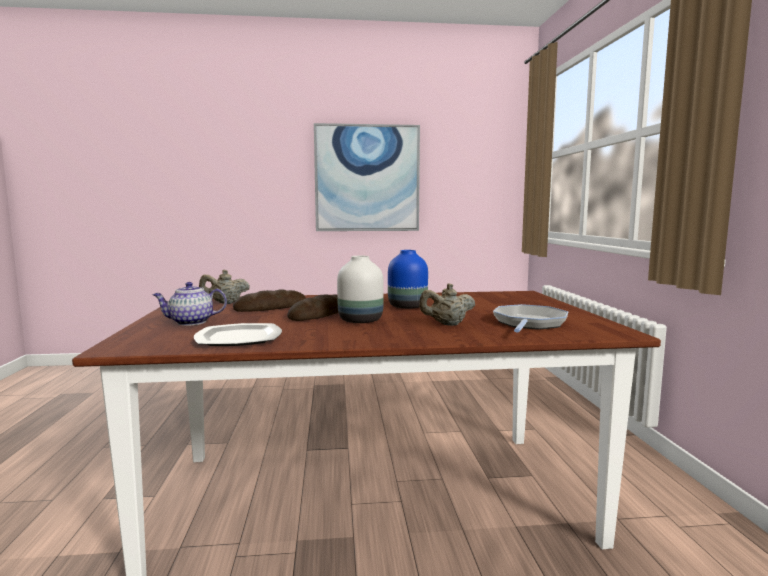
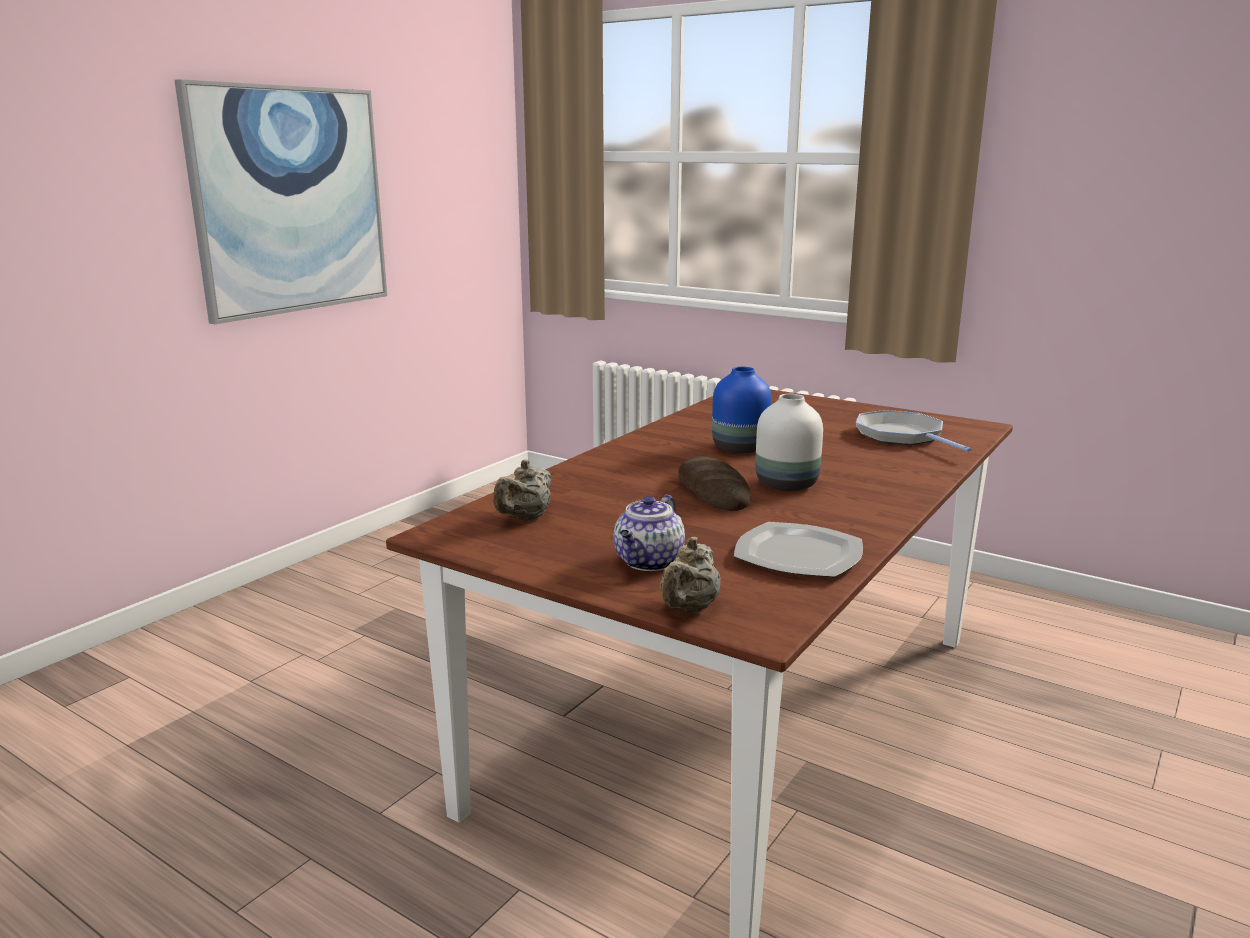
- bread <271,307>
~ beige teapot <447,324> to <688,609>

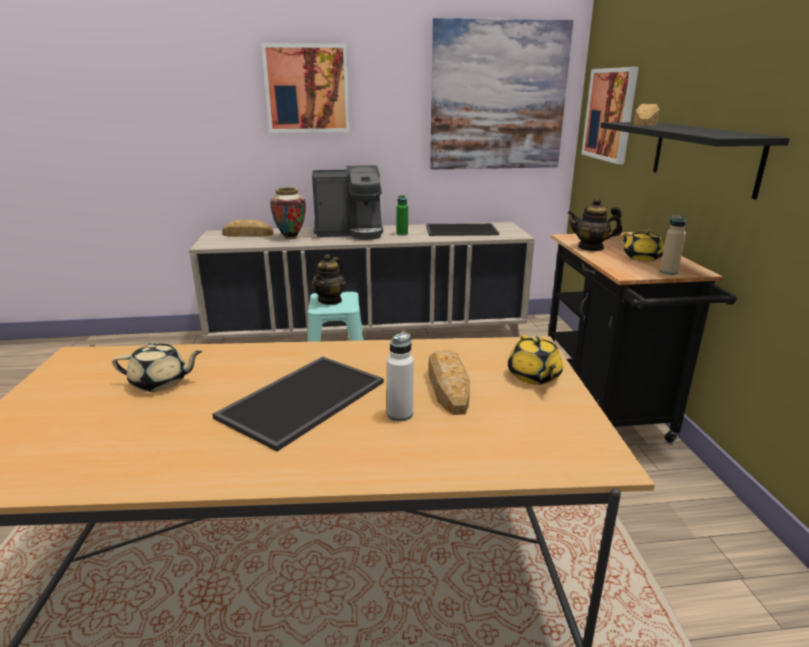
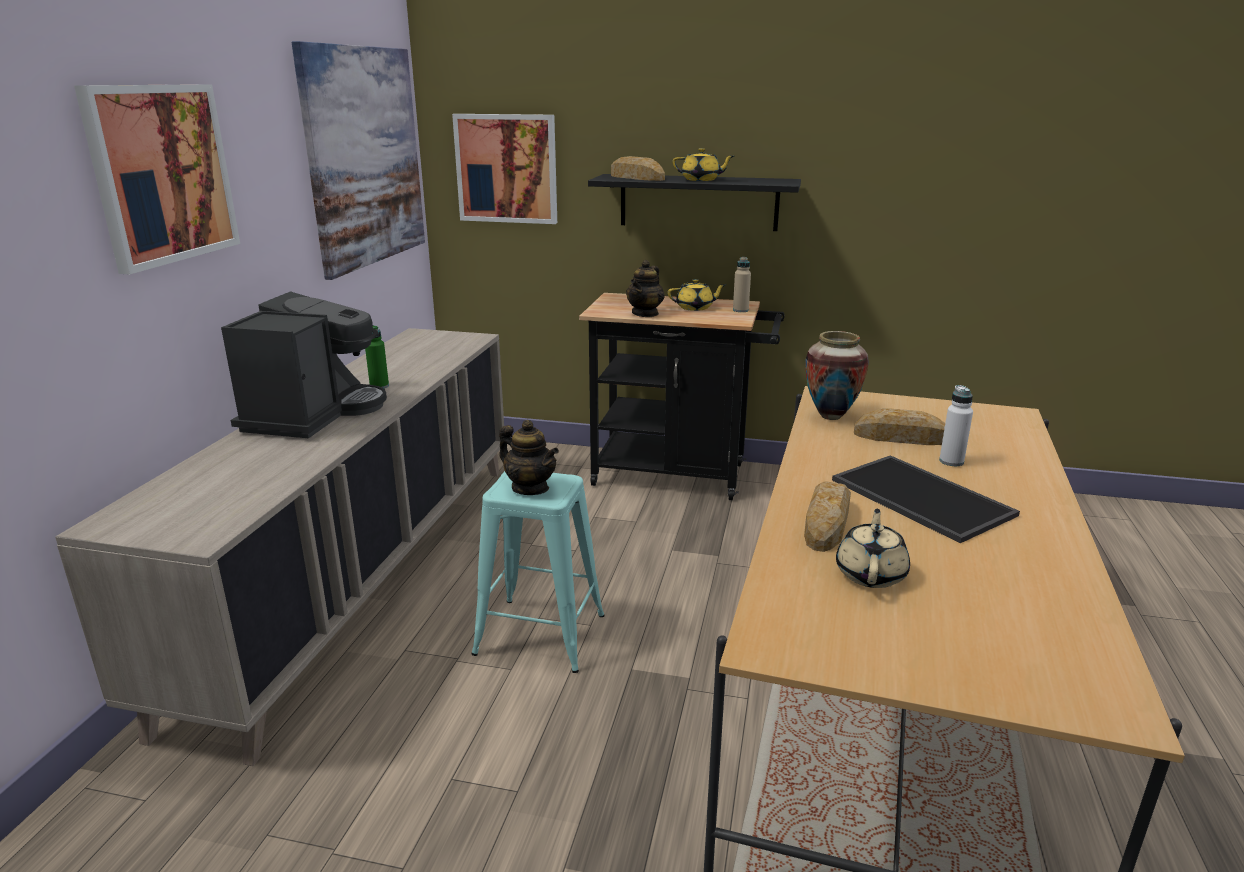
~ bread <248,234> to <827,522>
~ vase <290,237> to <830,416>
- tray <462,230>
~ yellow teapot <534,376> to <701,180>

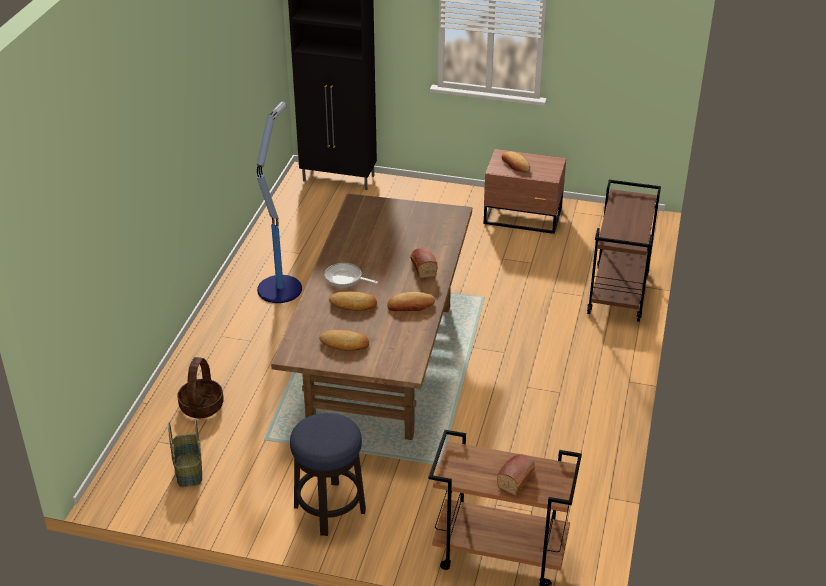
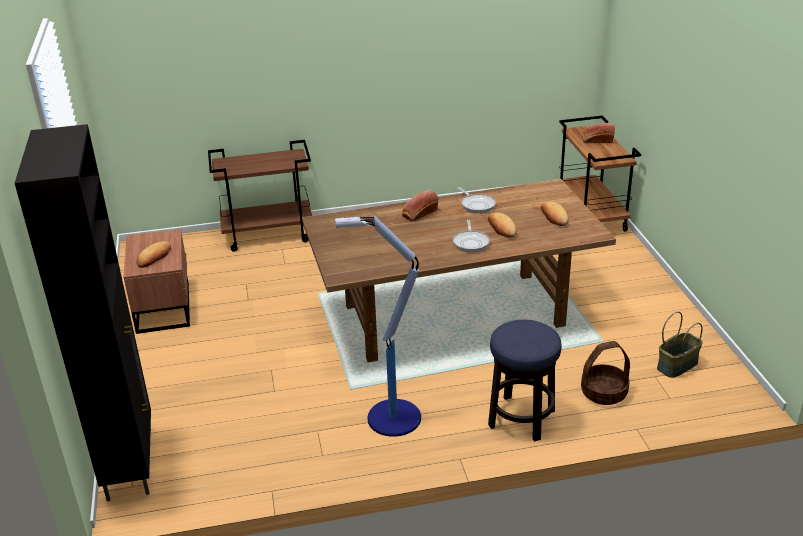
~ stool <329,509> to <521,418>
~ bread <410,305> to frying pan <477,205>

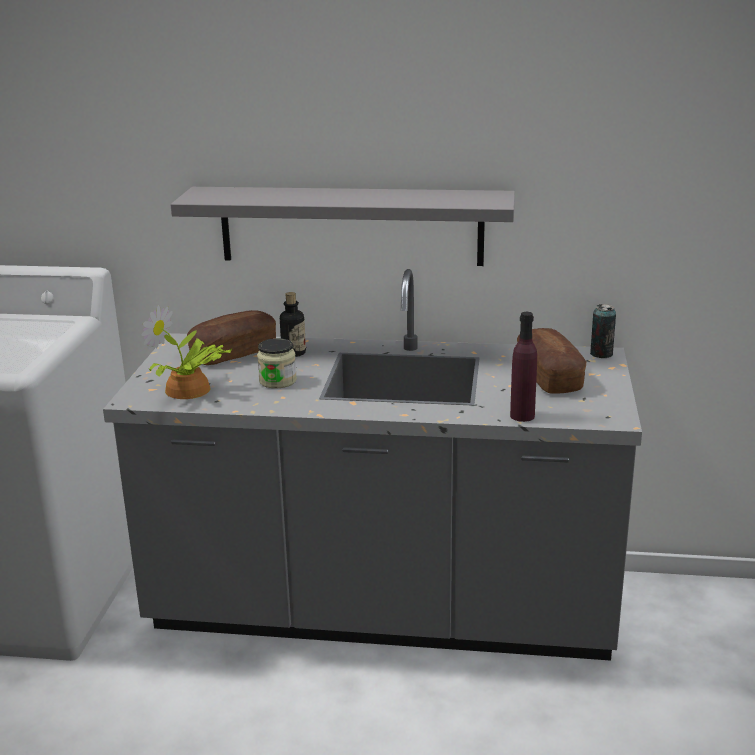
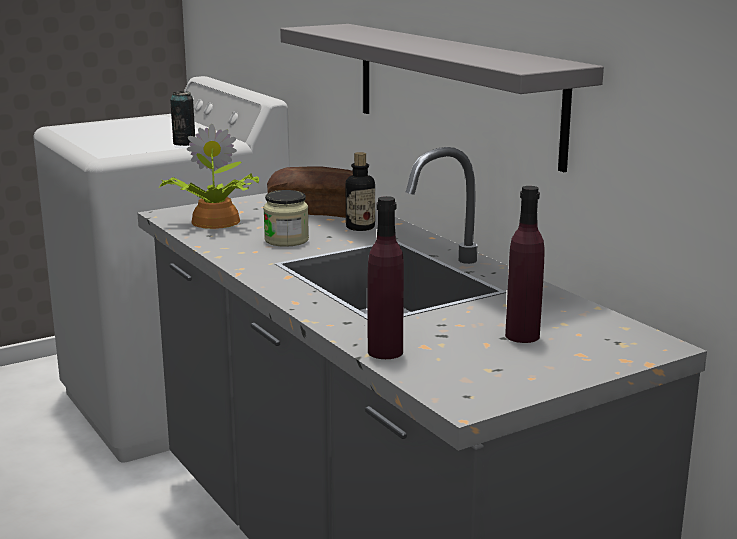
~ bread <549,377> to purple bottle <522,336>
~ can <601,354> to <184,143>

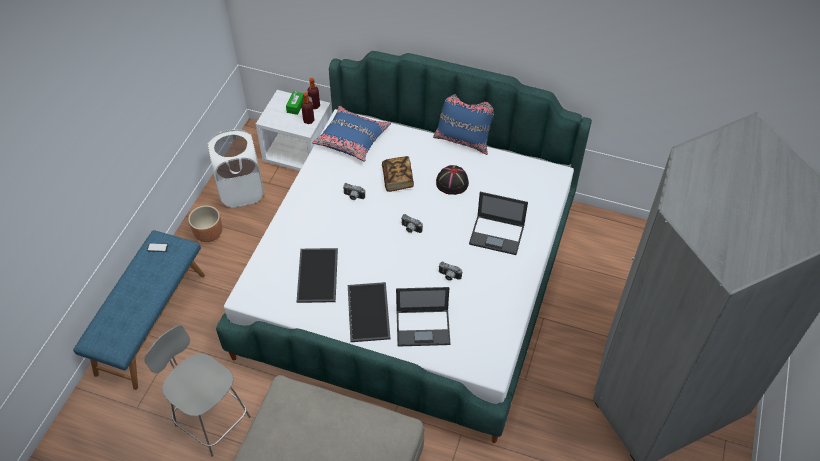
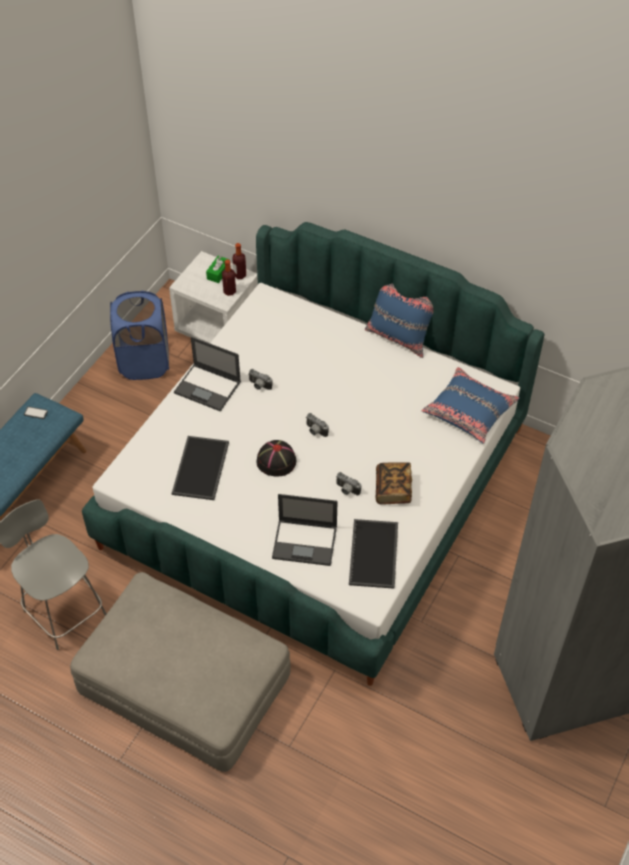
- brown planter <208,233>
~ white laundry basket <241,191> to blue laundry basket <145,362>
~ blue pillow <352,139> to <469,411>
~ tray <369,312> to <375,554>
~ book <397,179> to <393,489>
~ black hat <452,183> to <276,461>
~ laptop <497,235> to <208,387>

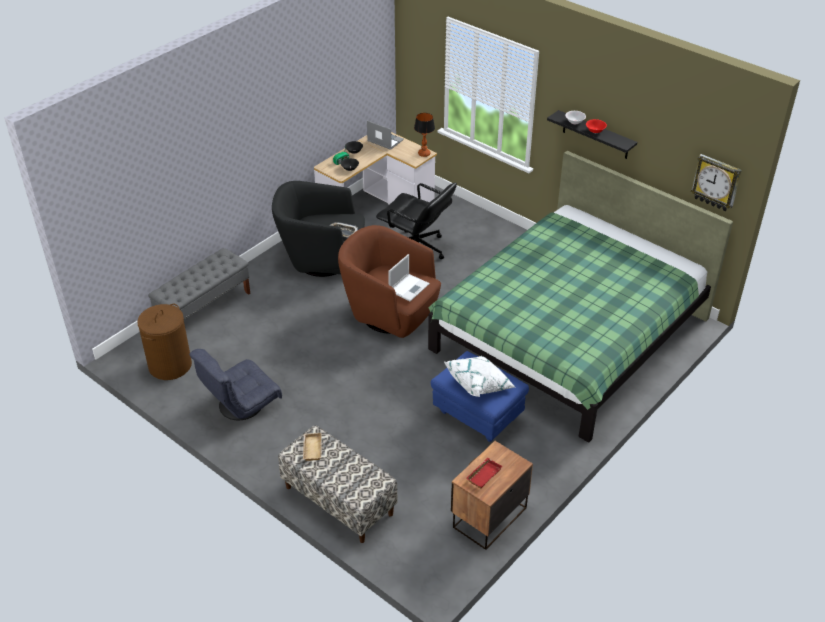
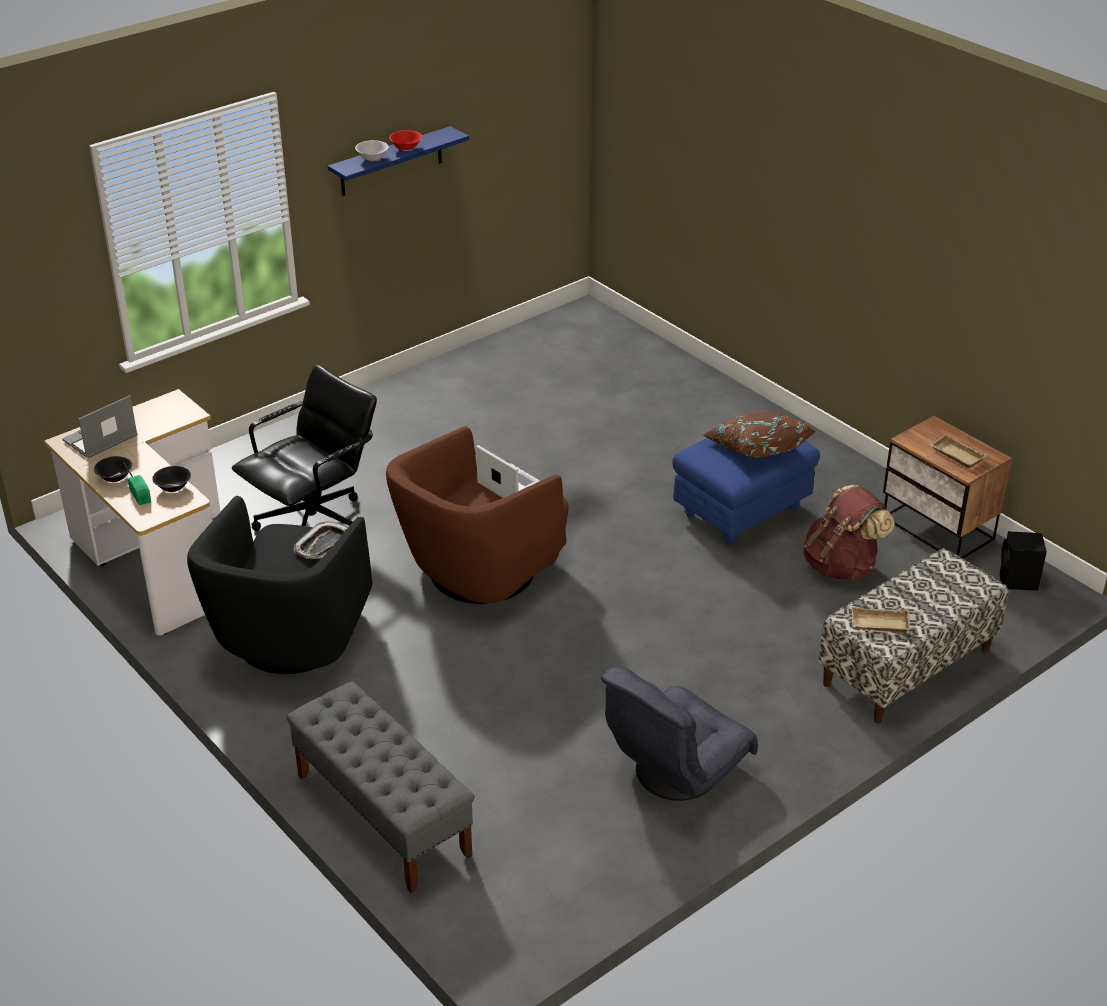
- brown laundry basket <170,365>
~ grey armchair <240,404> = <675,771> 75 degrees clockwise
- table lamp <424,154>
- green bed <569,334>
~ white pillow <479,384> to brown pillow <756,449>
~ red tray <483,474> to beige tray <955,455>
~ black shelf <595,135> to blue shelf <391,162>
- wall clock <716,182>
+ brown backpack <841,566>
+ black speaker <1018,581>

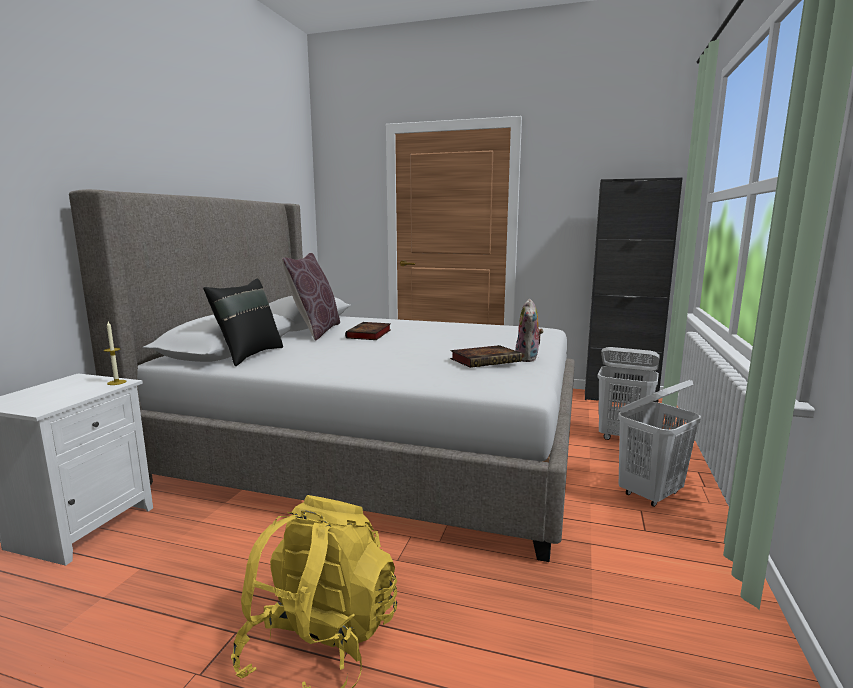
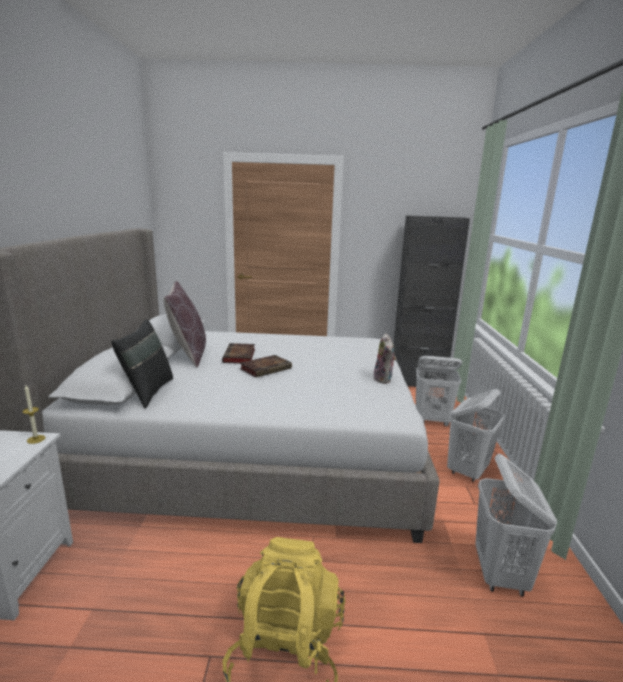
~ book <486,360> to <266,368>
+ white laundry basket <500,574>

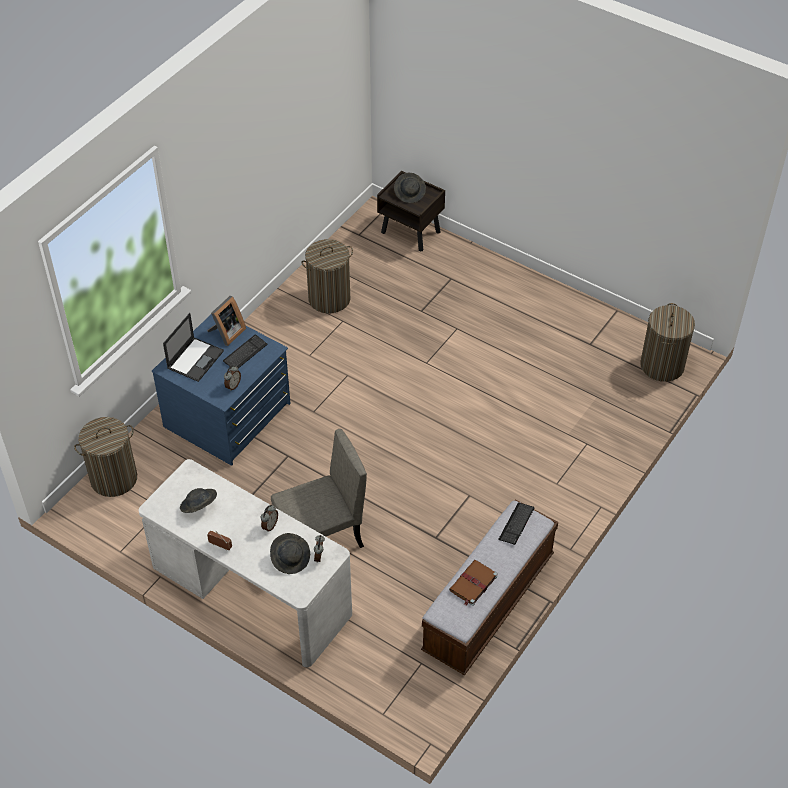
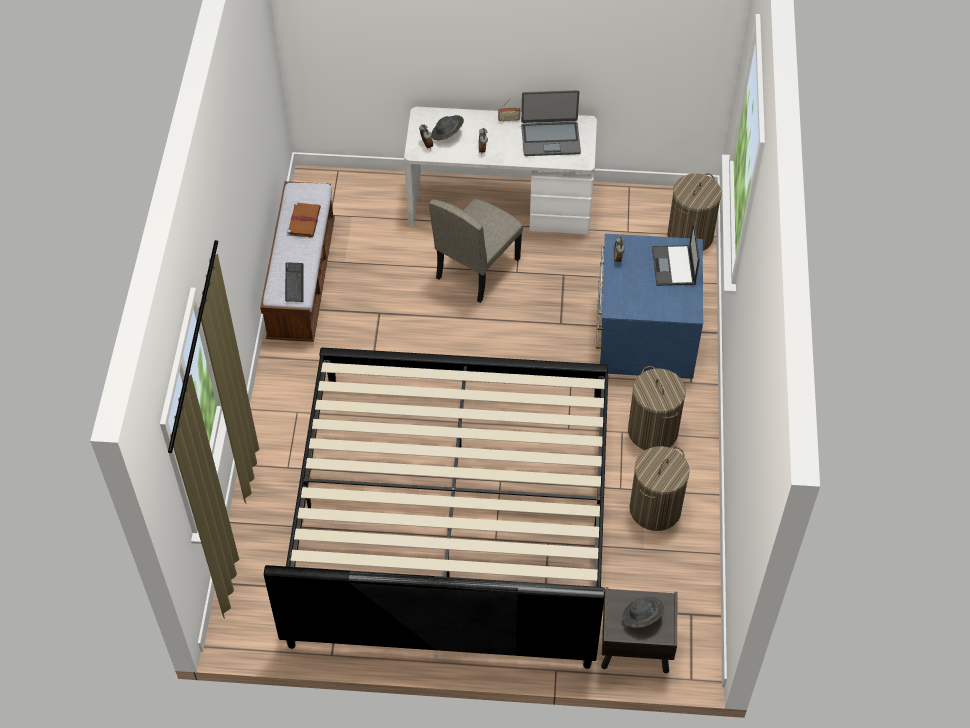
~ grey hat <199,506> to laptop <550,138>
- picture frame <226,333>
- keyboard <245,353>
~ laundry basket <662,365> to <653,431>
+ bed <451,517>

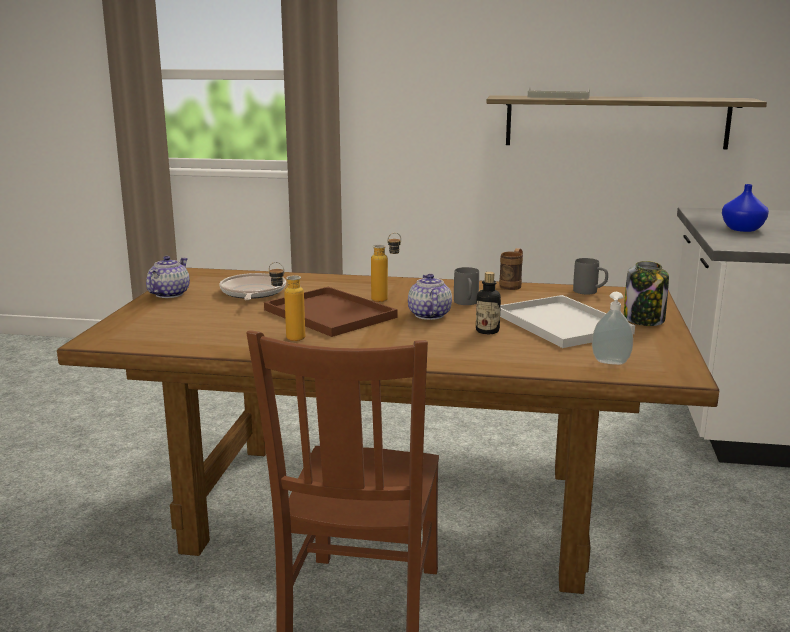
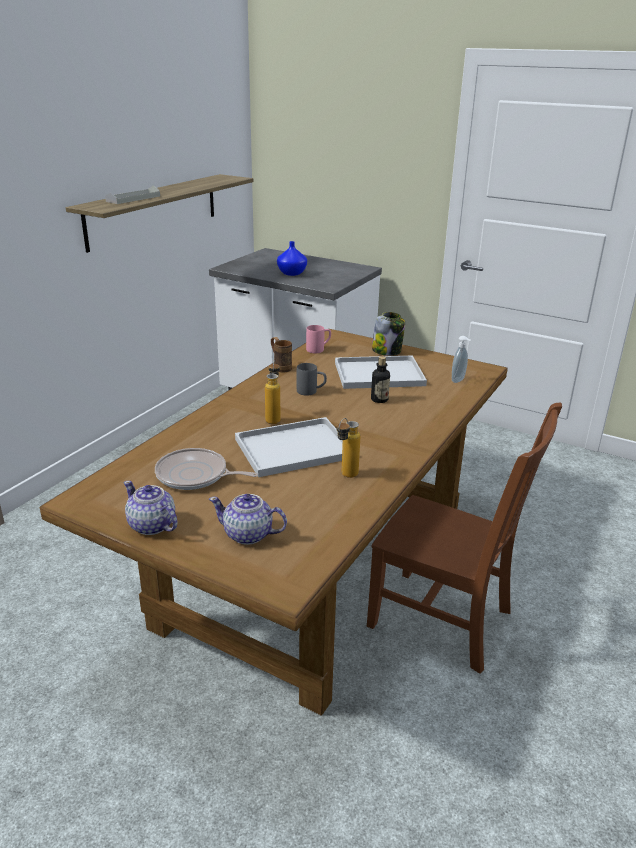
~ brown tray <327,313> to white tray <292,449>
~ teapot <429,315> to <248,535>
~ grey mug <590,292> to pink mug <319,349>

